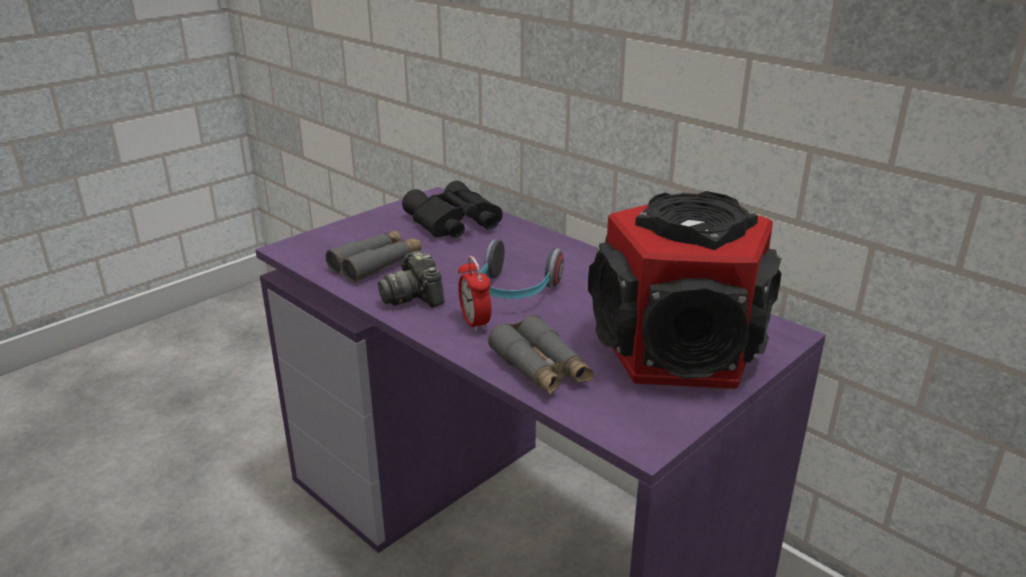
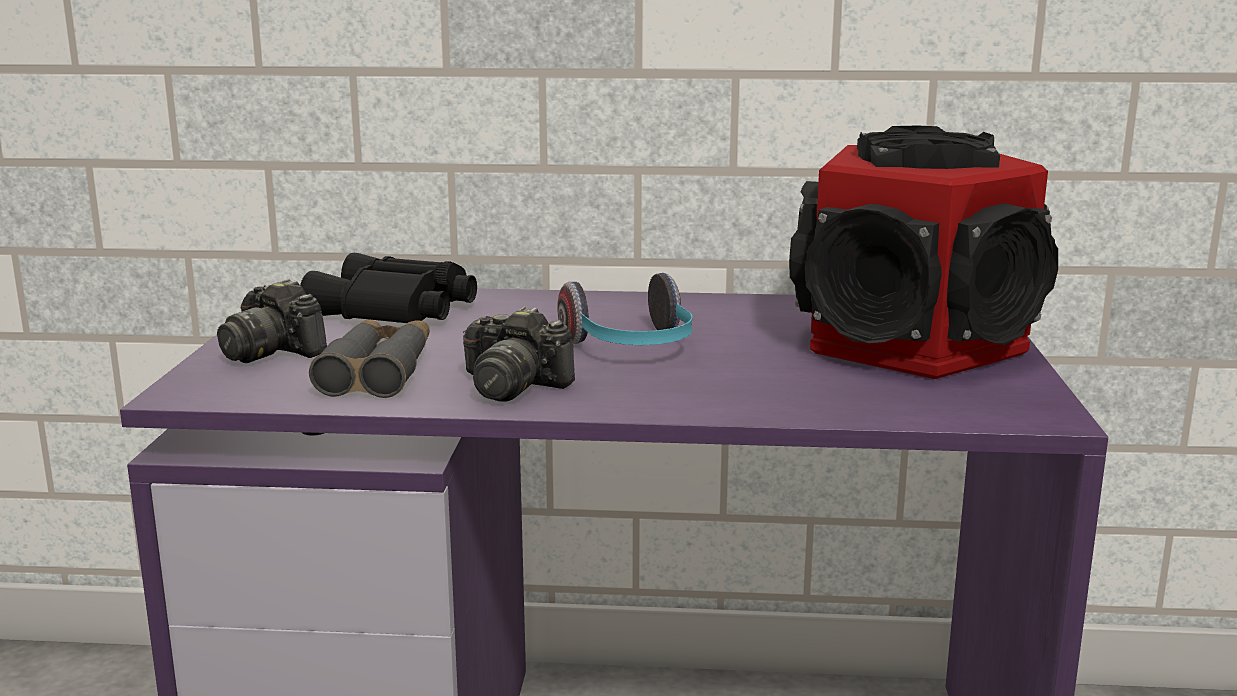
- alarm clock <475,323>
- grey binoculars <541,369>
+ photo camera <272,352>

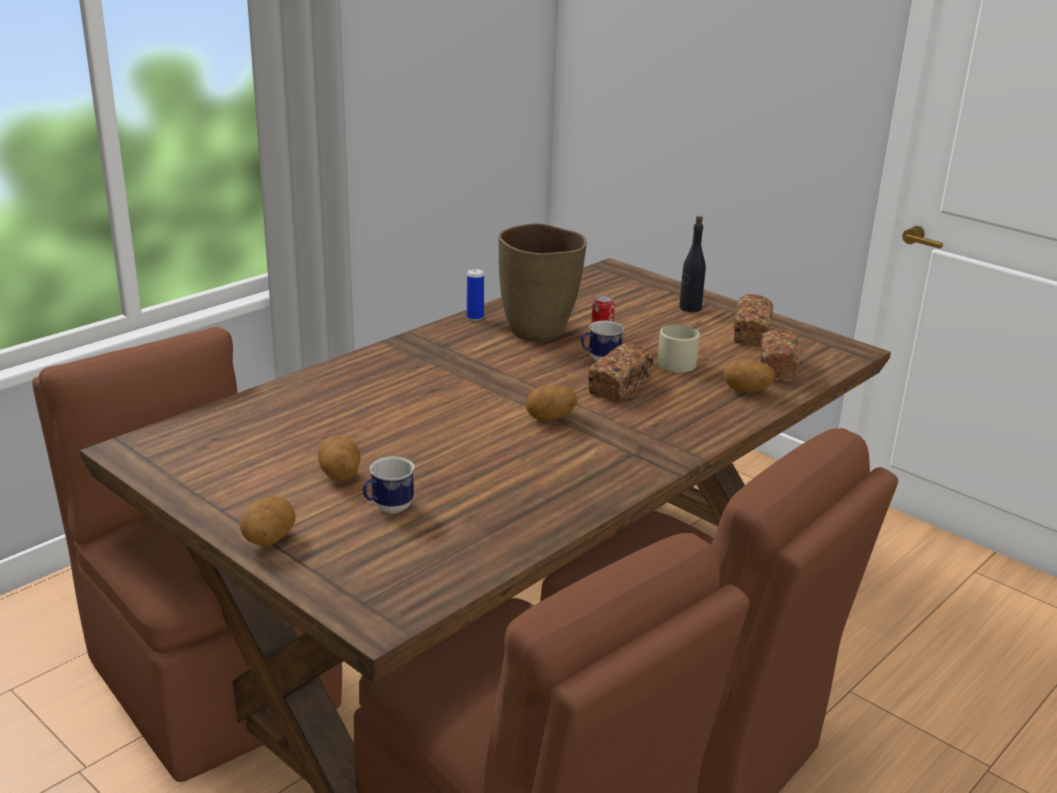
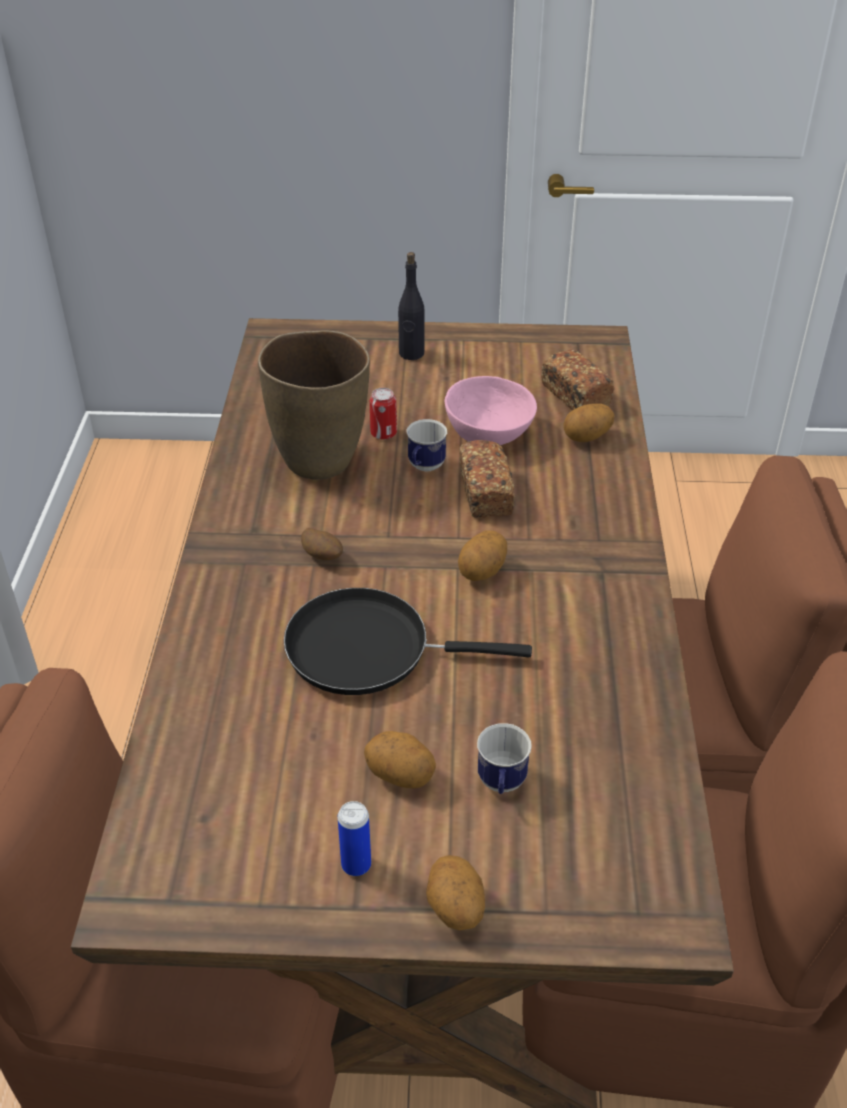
~ can <475,317> to <356,865>
~ beige mug <674,362> to pink bowl <487,433>
- bread <751,334>
+ black frying pan <368,649>
+ potato <323,556>

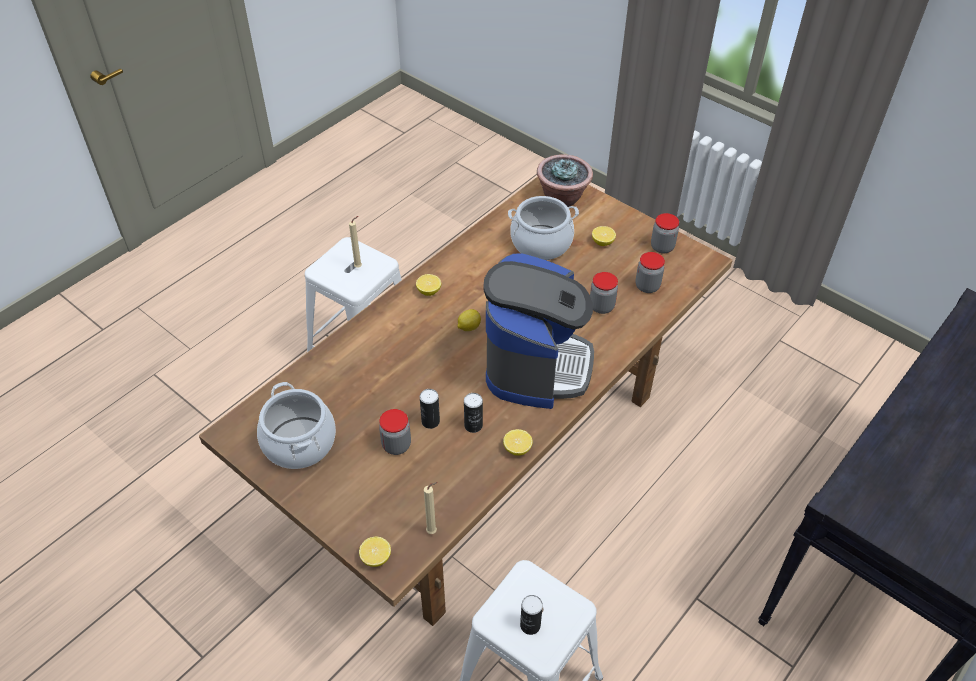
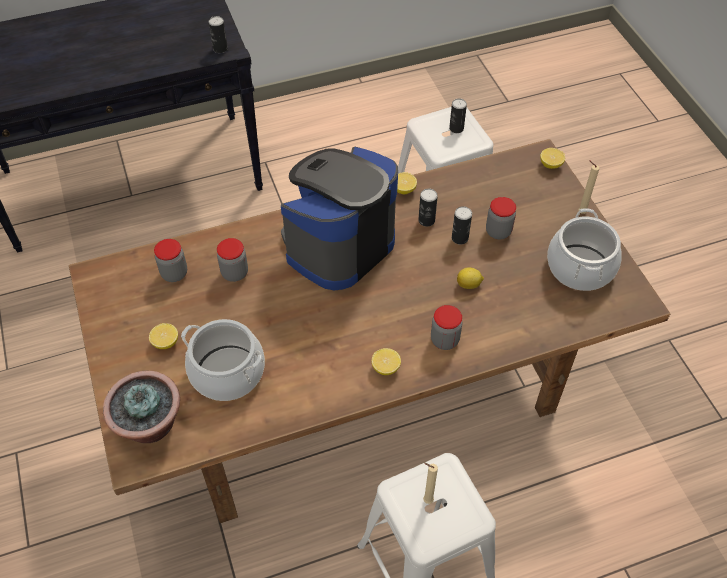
~ beige candle <433,531> to <580,212>
~ lemon <468,327> to <469,285>
~ jar <662,247> to <444,340>
+ can <220,48>

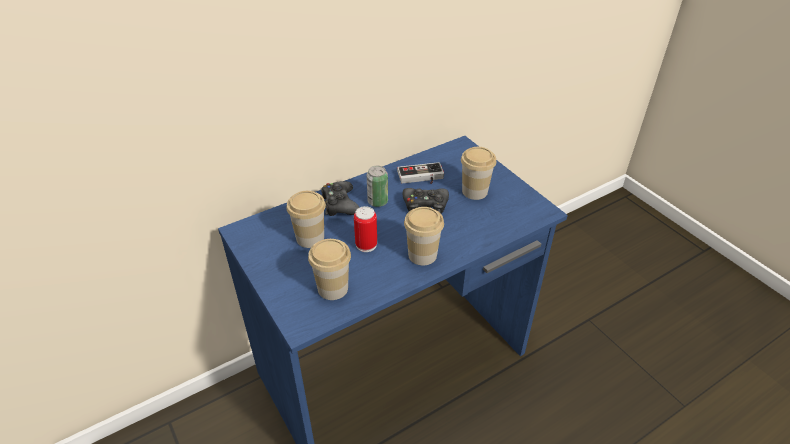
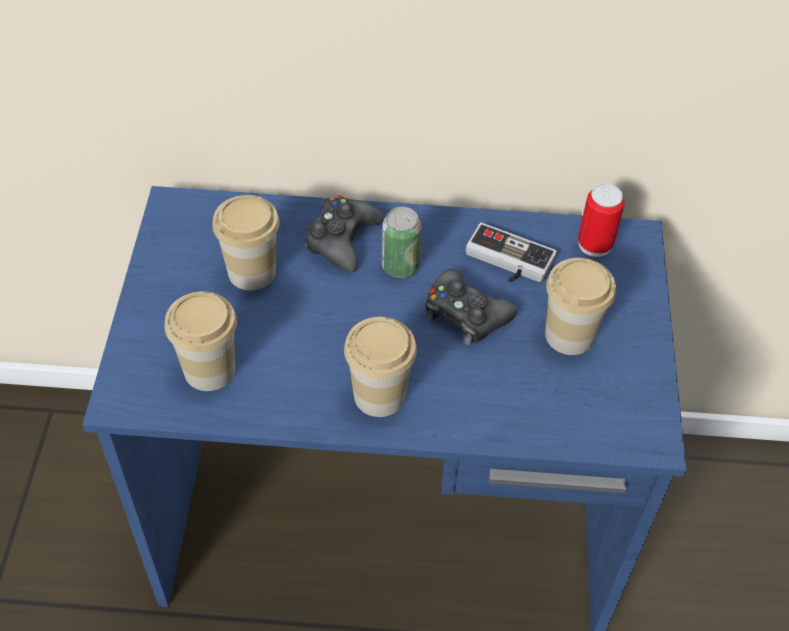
~ can <366,245> to <595,244>

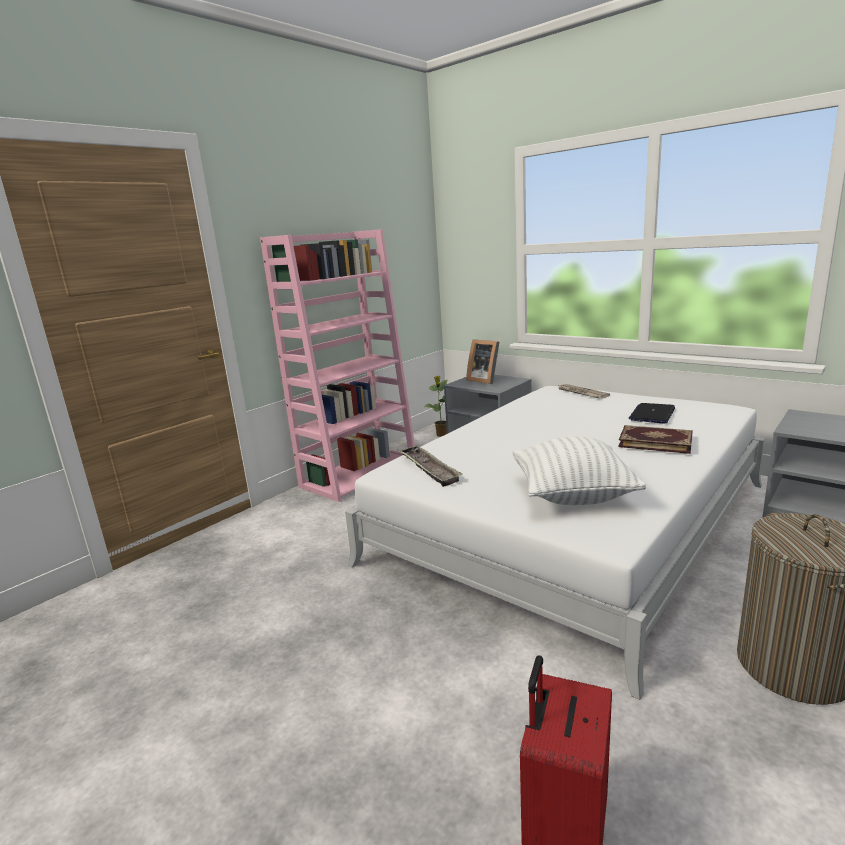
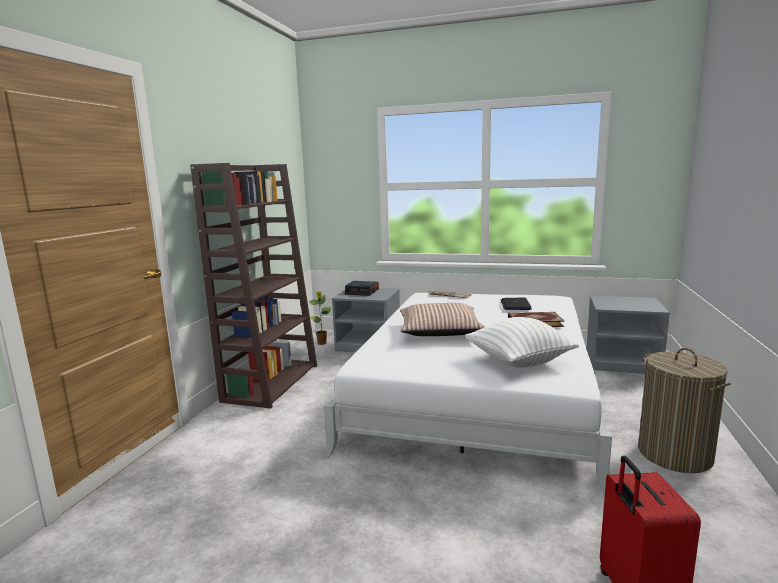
~ pink bookcase <360,473> to brown bookcase <271,382>
- tray <429,469>
~ picture frame <484,380> to alarm clock <362,292>
+ pillow <439,330>

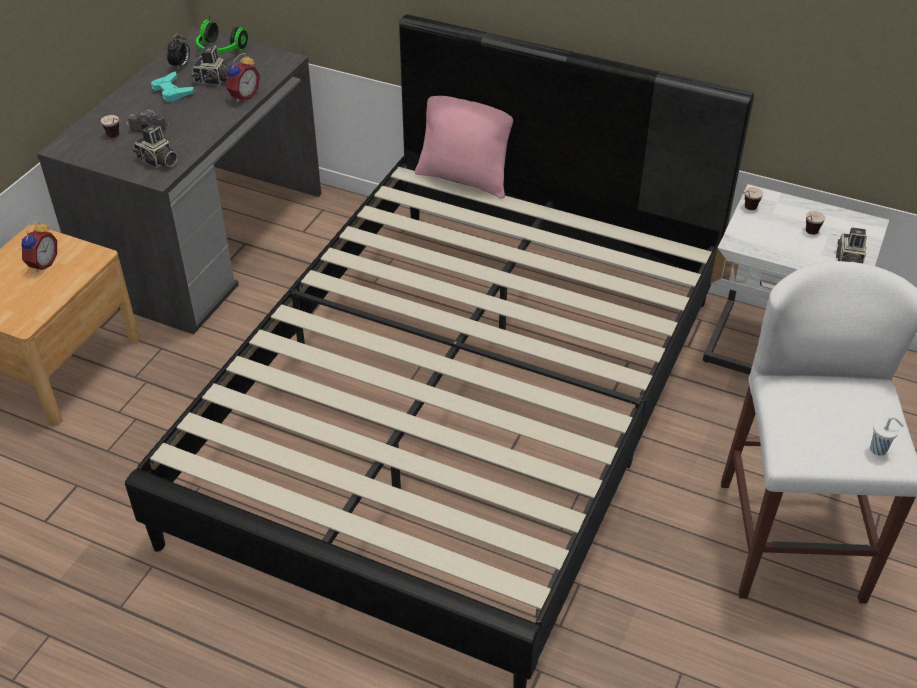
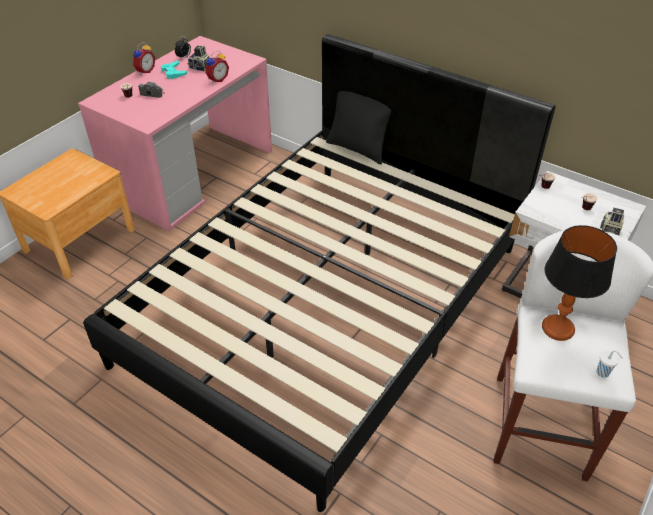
~ alarm clock <41,264> to <144,71>
~ grey desk <205,241> to pink desk <192,173>
- photo camera <157,161>
- headphones <220,50>
~ pink pillow <464,179> to black pillow <358,149>
+ table lamp <557,328>

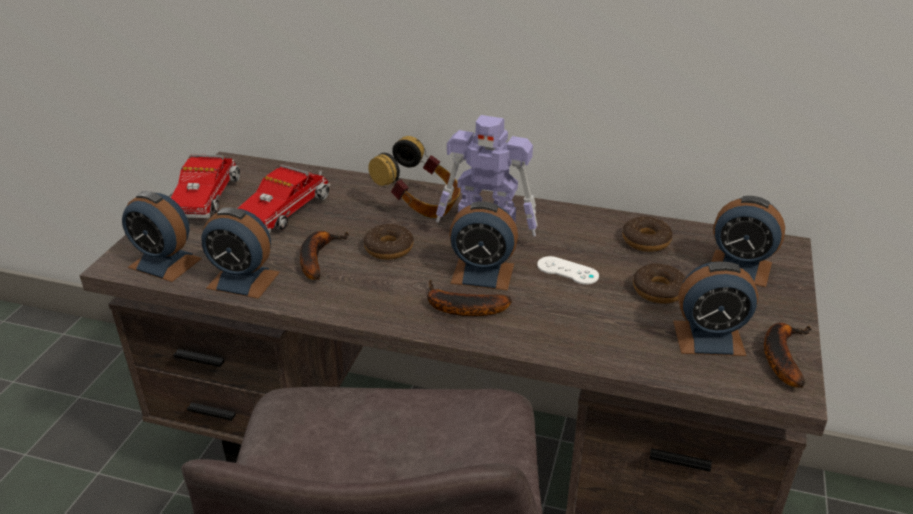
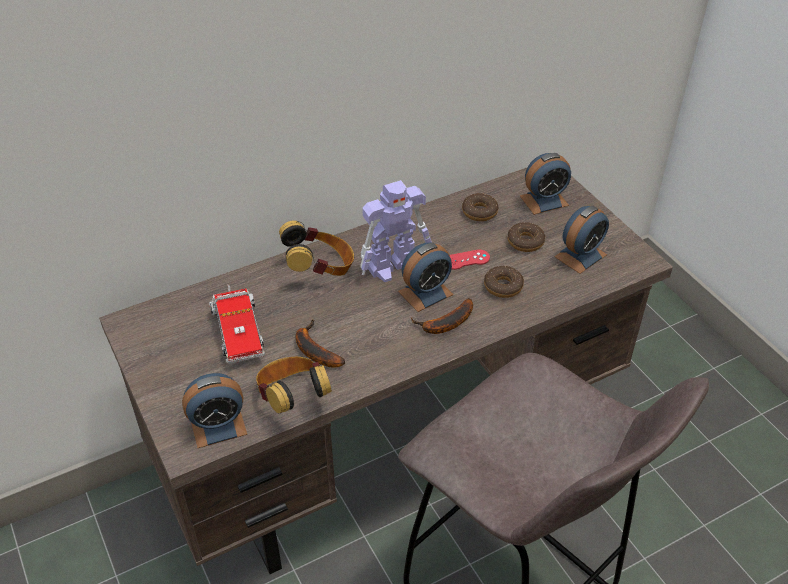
- toy truck <207,197>
~ alarm clock <243,280> to headphones <292,398>
~ donut <389,248> to <503,286>
~ white game controller <567,271> to red game controller <466,260>
- banana <781,355>

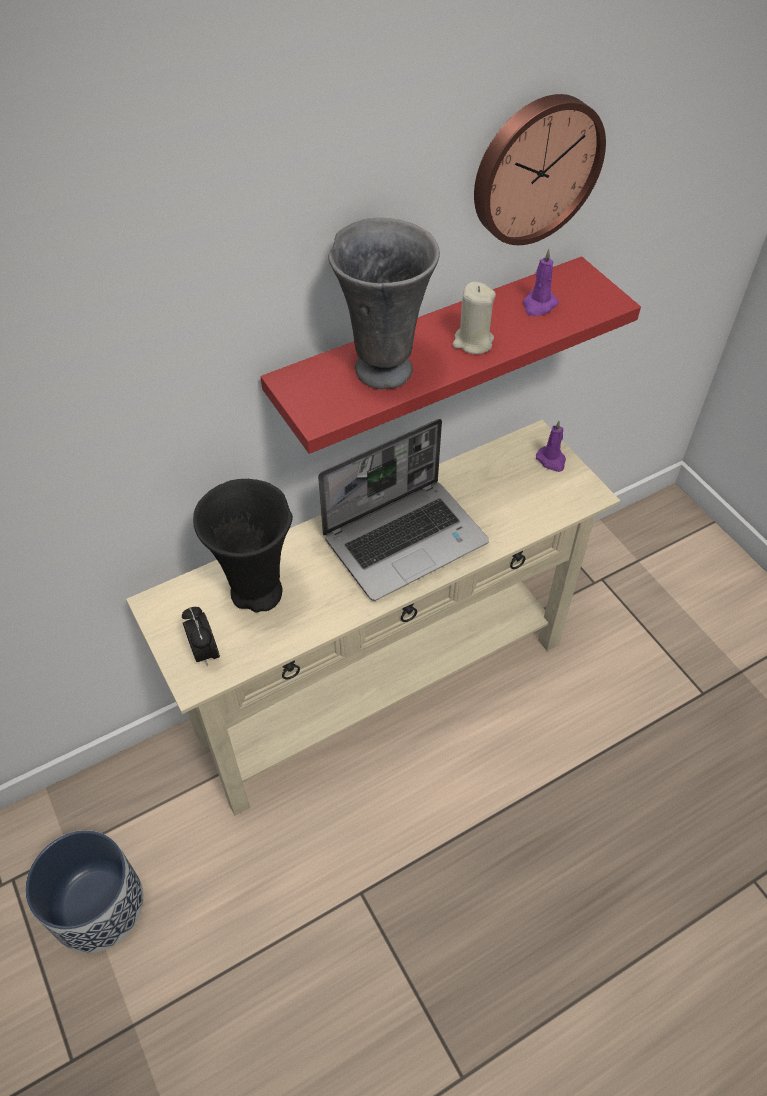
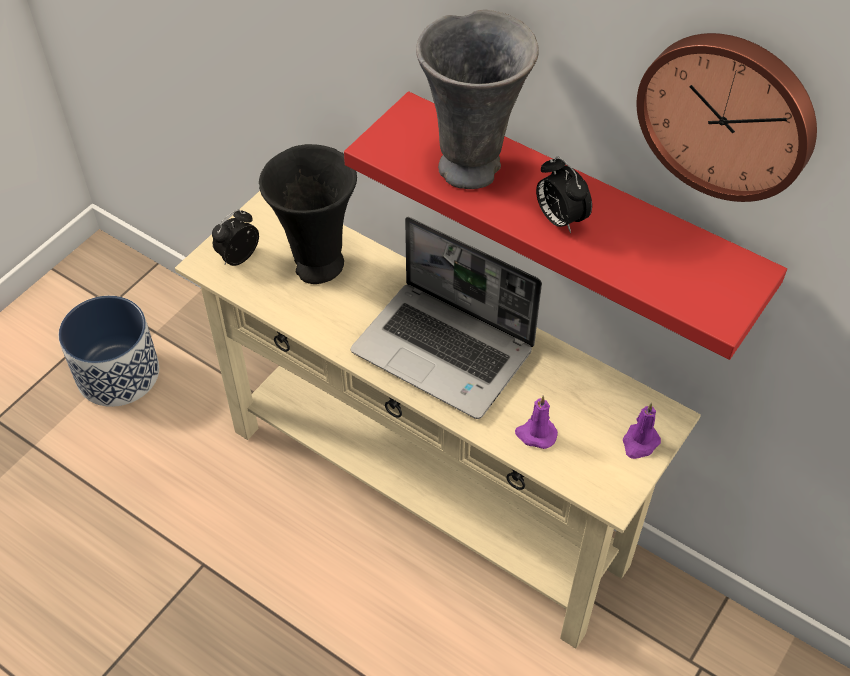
~ beige candle <473,342> to alarm clock <559,219>
~ purple candle <538,305> to <535,434>

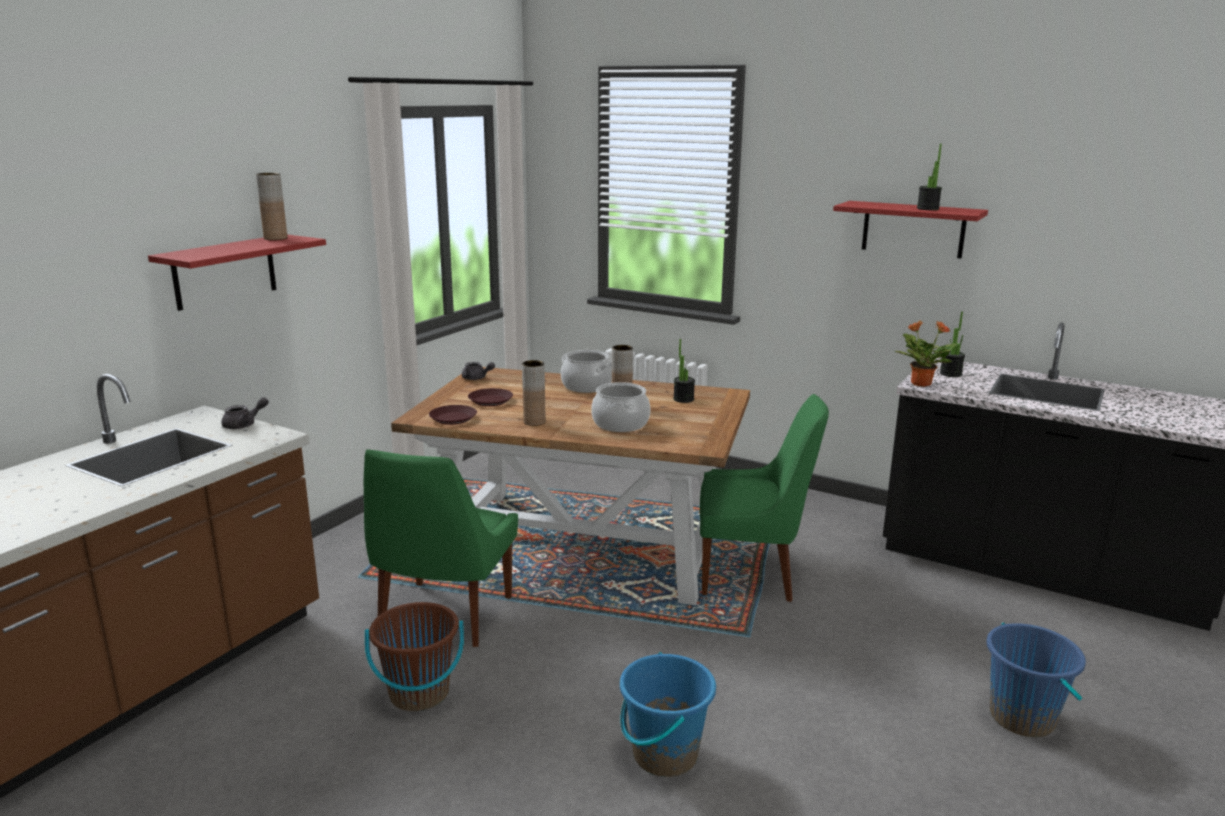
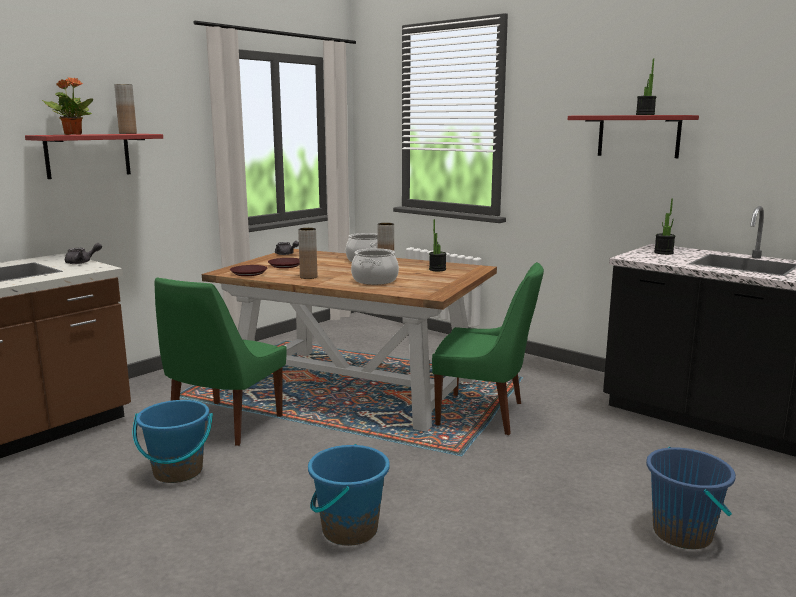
~ brown bucket <419,693> to blue bucket <178,472>
~ potted plant <920,383> to <73,134>

